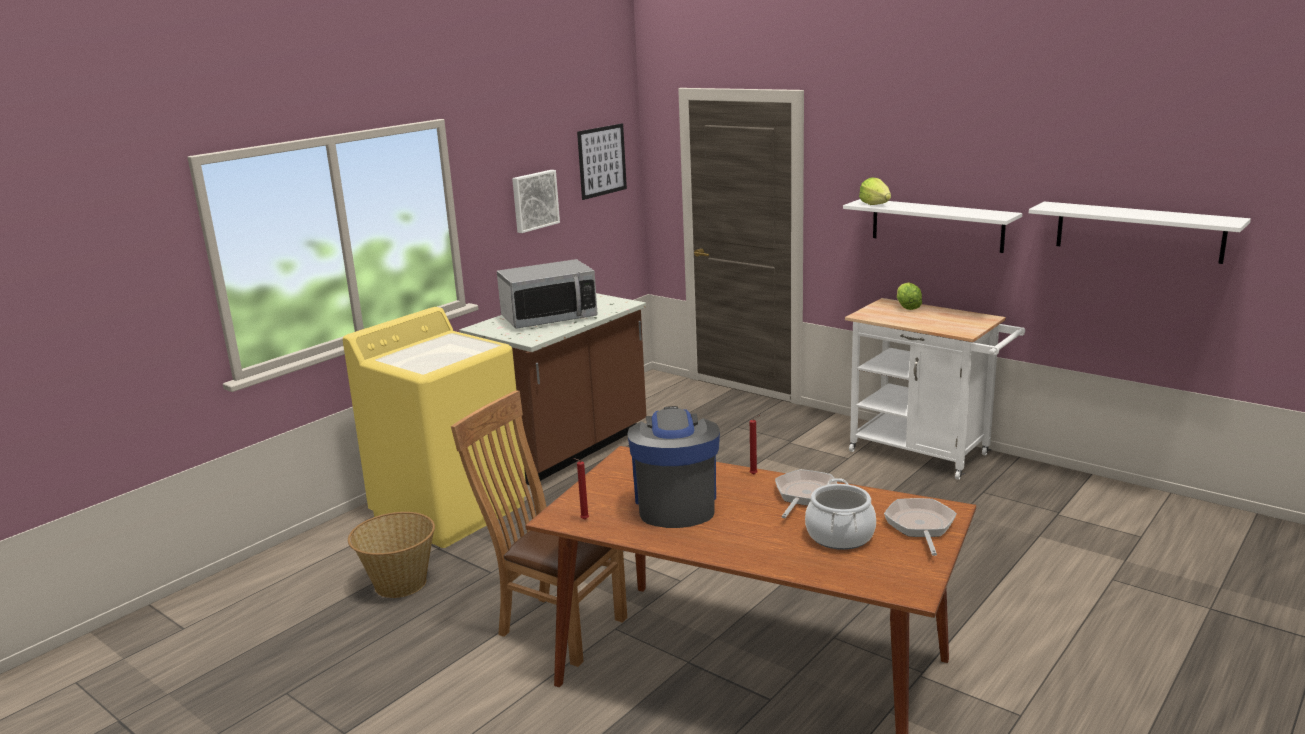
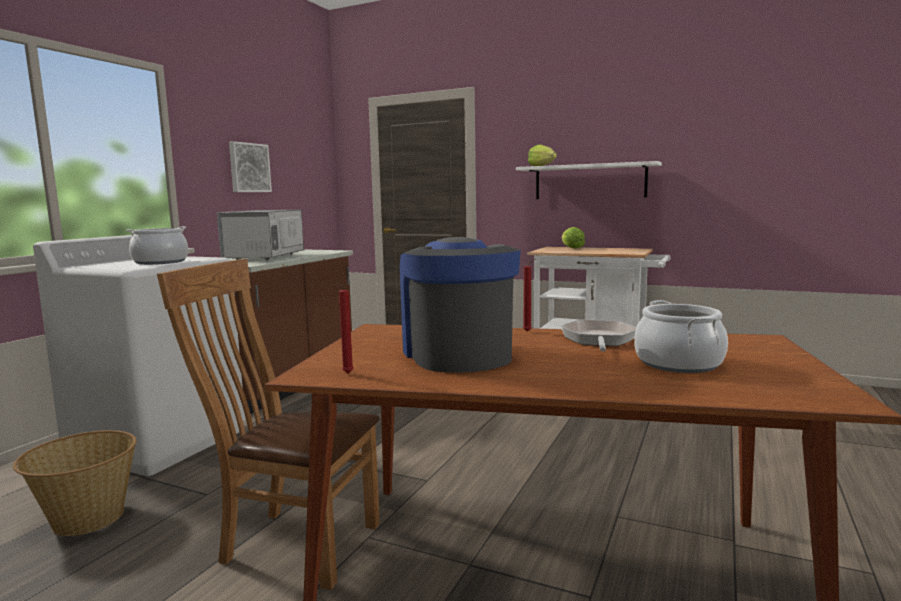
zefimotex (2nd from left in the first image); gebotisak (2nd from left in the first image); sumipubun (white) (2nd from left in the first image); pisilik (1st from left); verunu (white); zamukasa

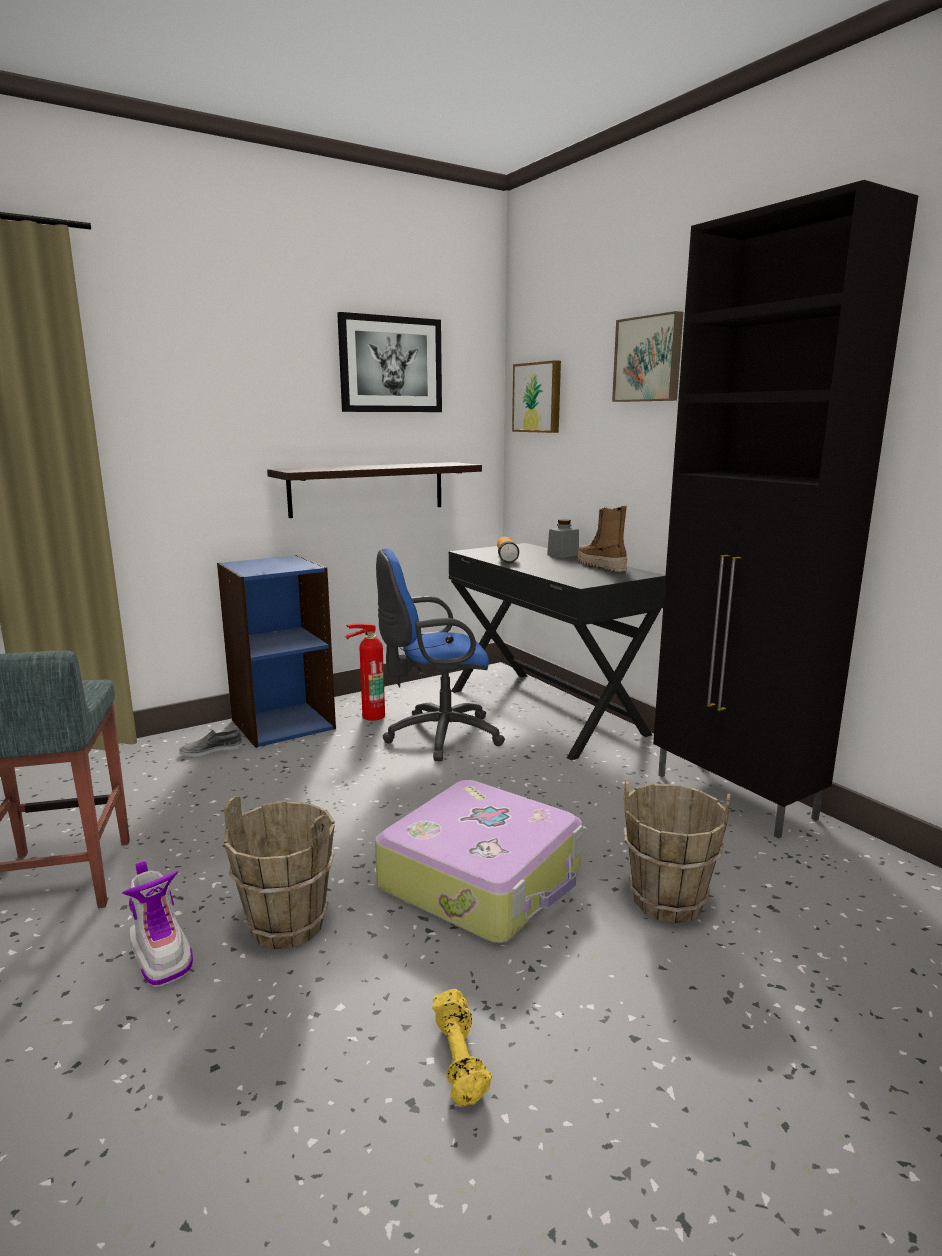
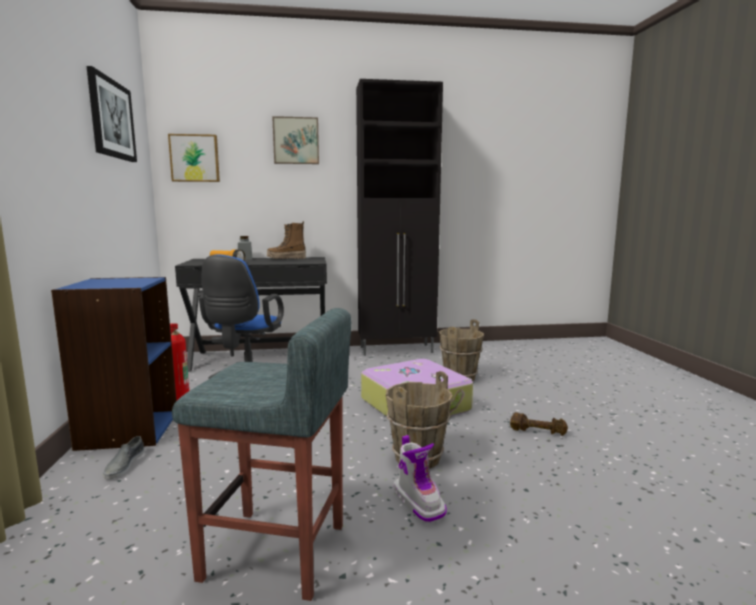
sumipubun; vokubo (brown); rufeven (2nd from left)

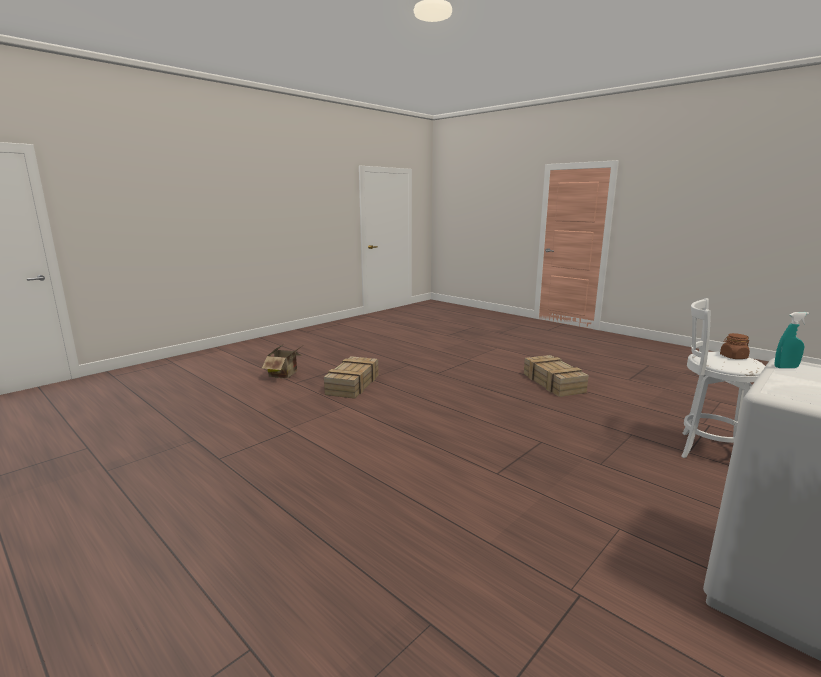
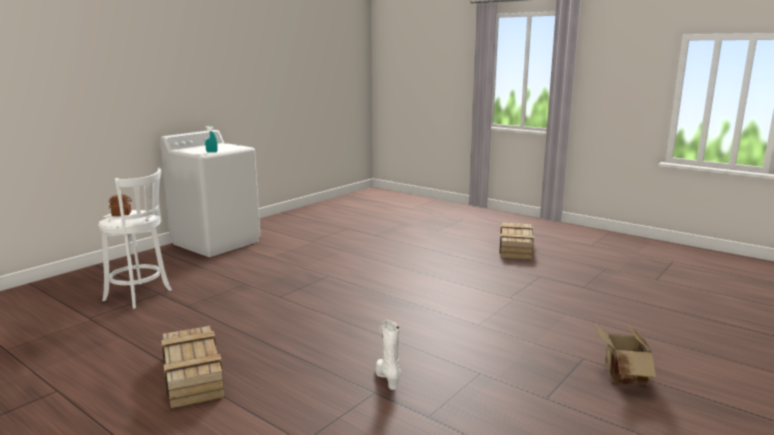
rufeven (white); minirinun (2nd from left)

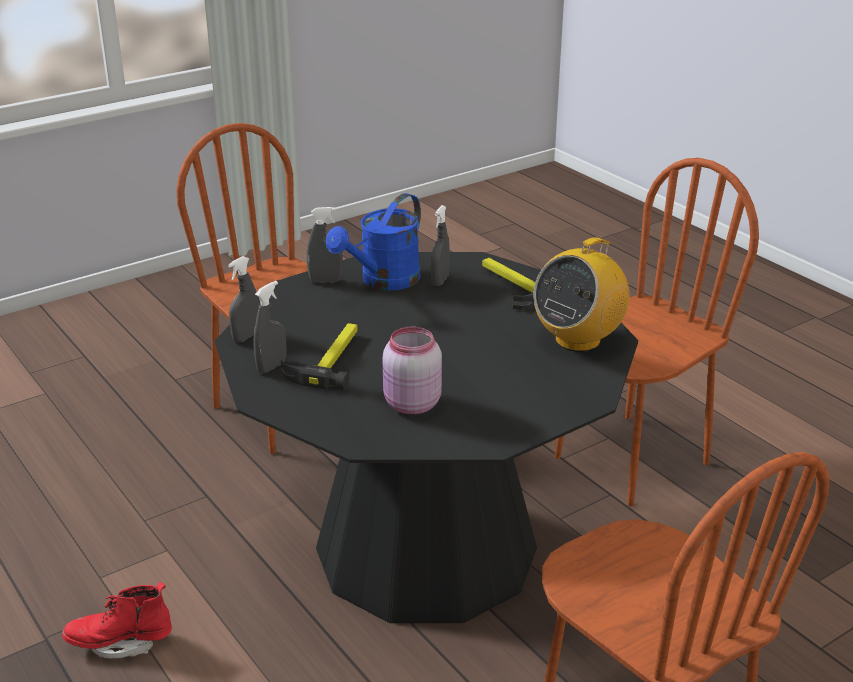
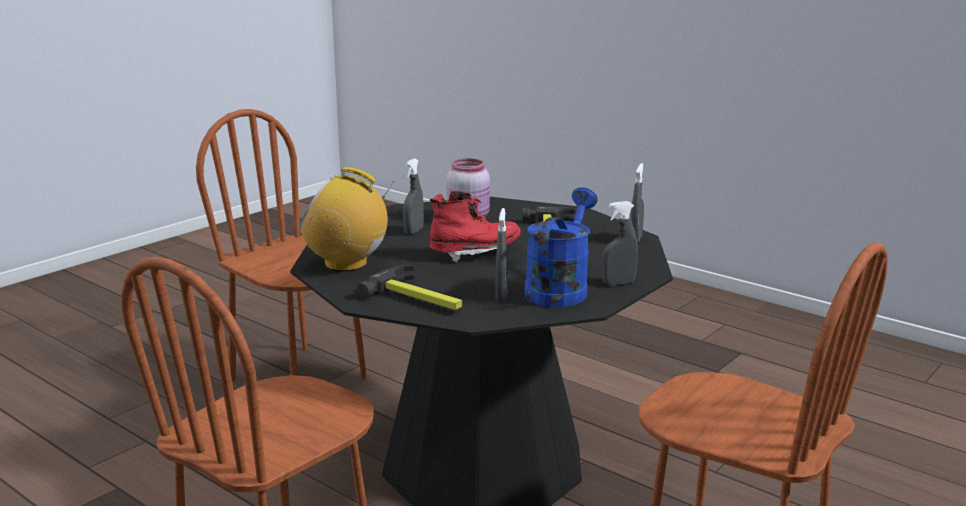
rufeven (red); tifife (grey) (1st from left); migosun

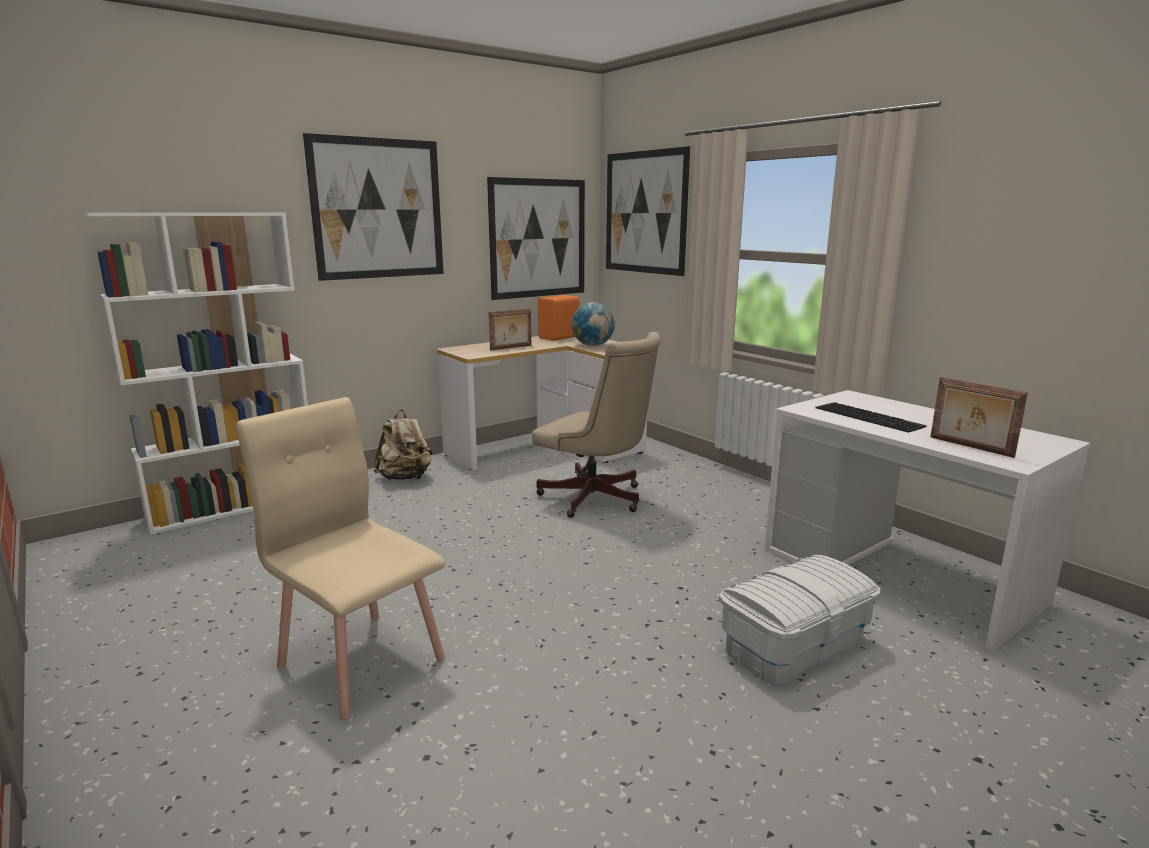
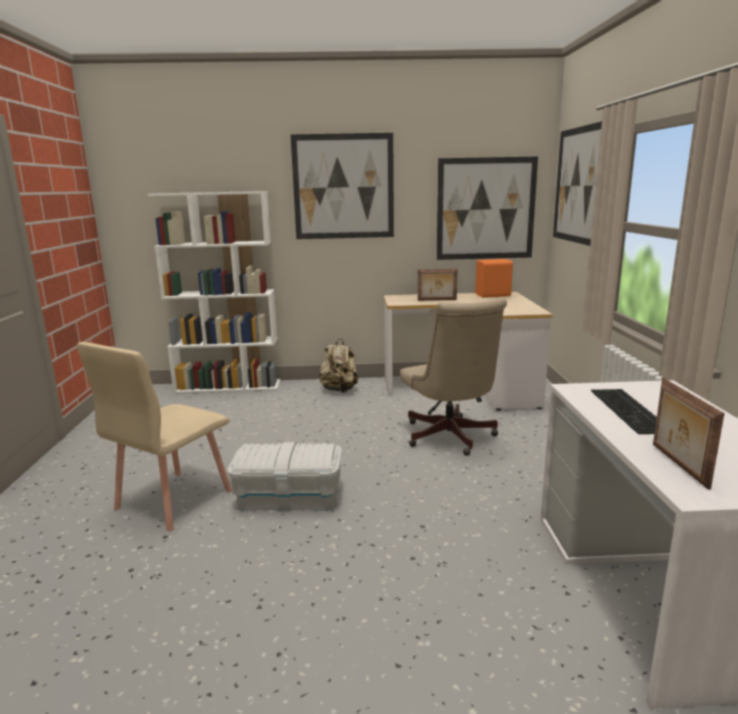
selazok; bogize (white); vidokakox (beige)

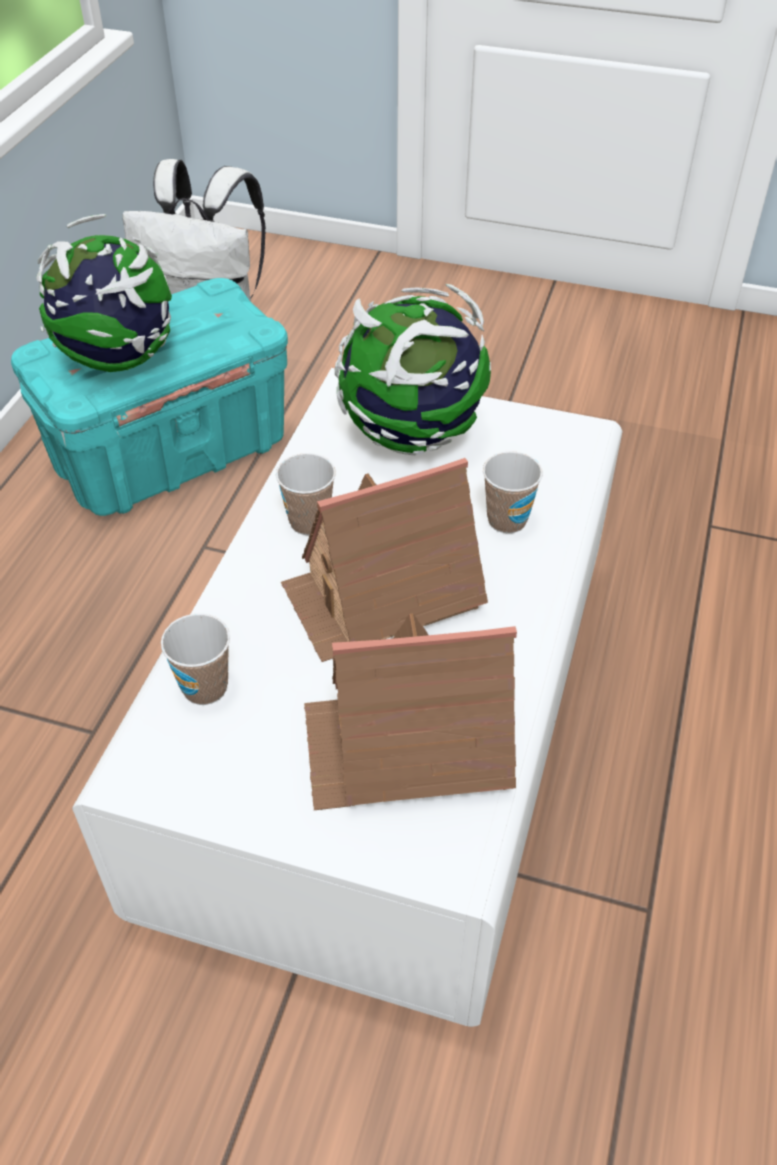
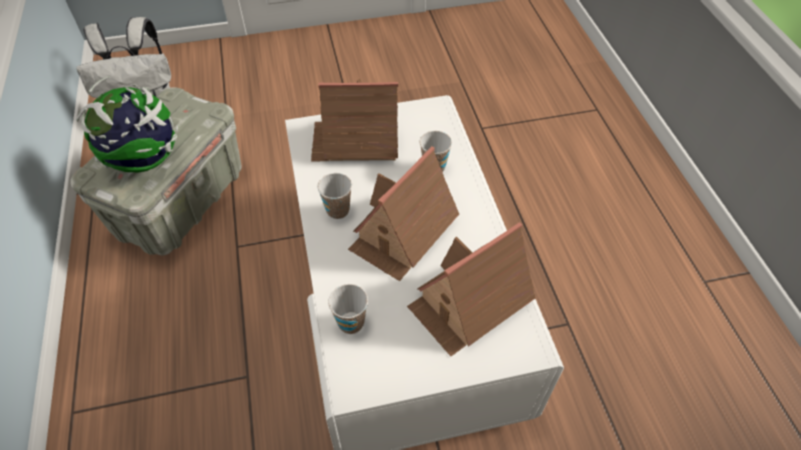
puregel (1st from left); bogize (grey)

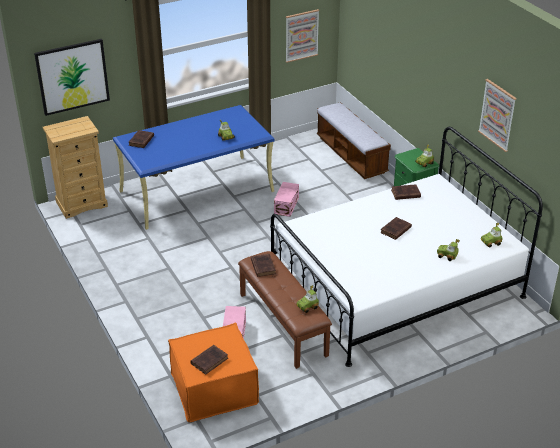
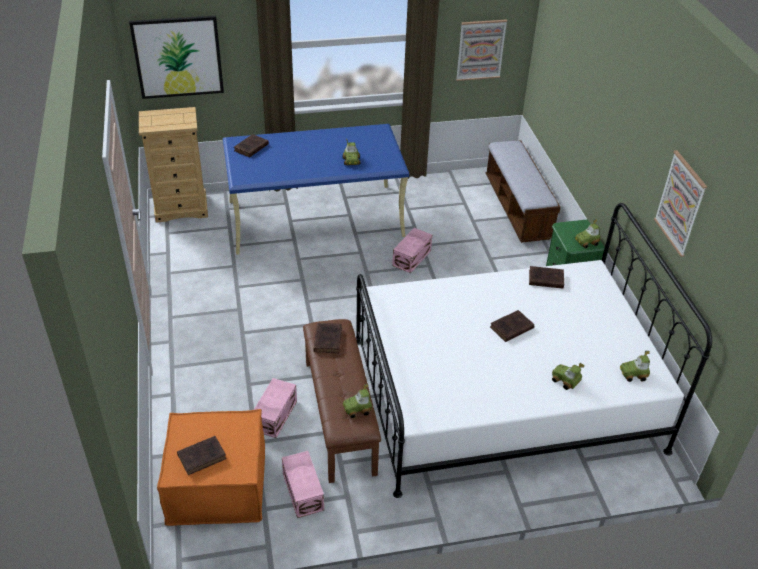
bogize (pink) (2nd from left)

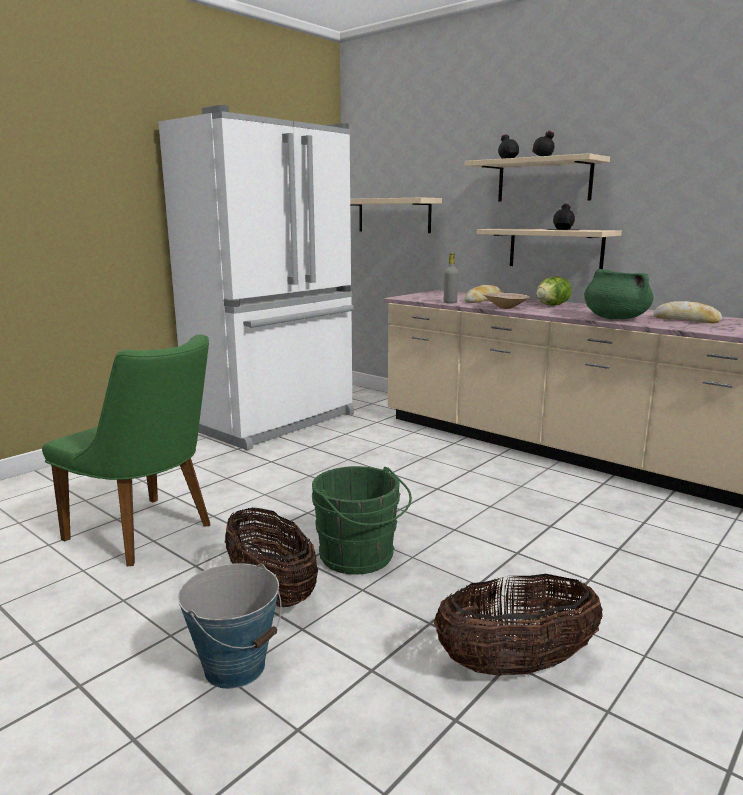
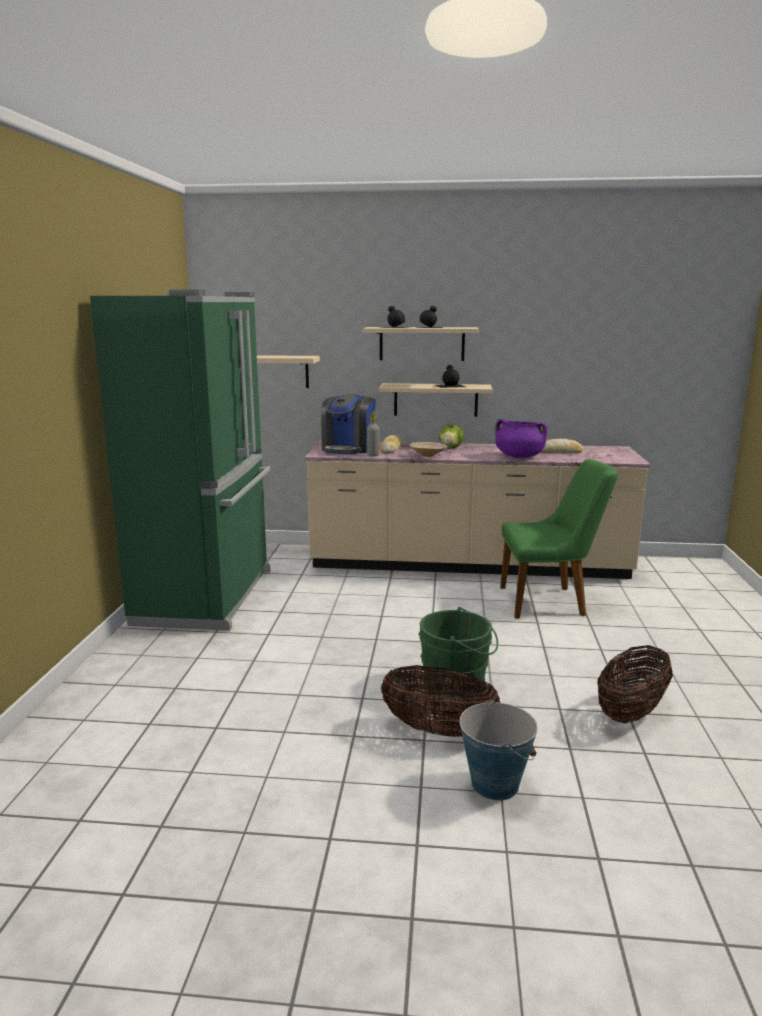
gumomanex; vidokakox (green); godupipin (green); pisilik (purple)

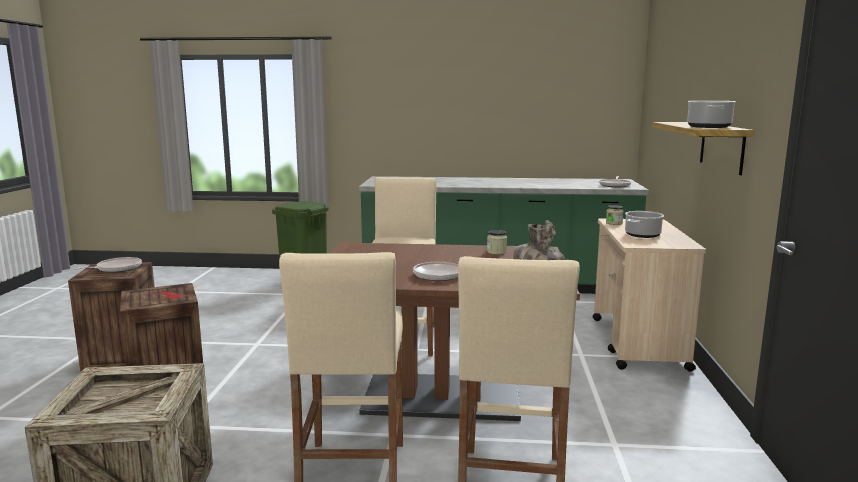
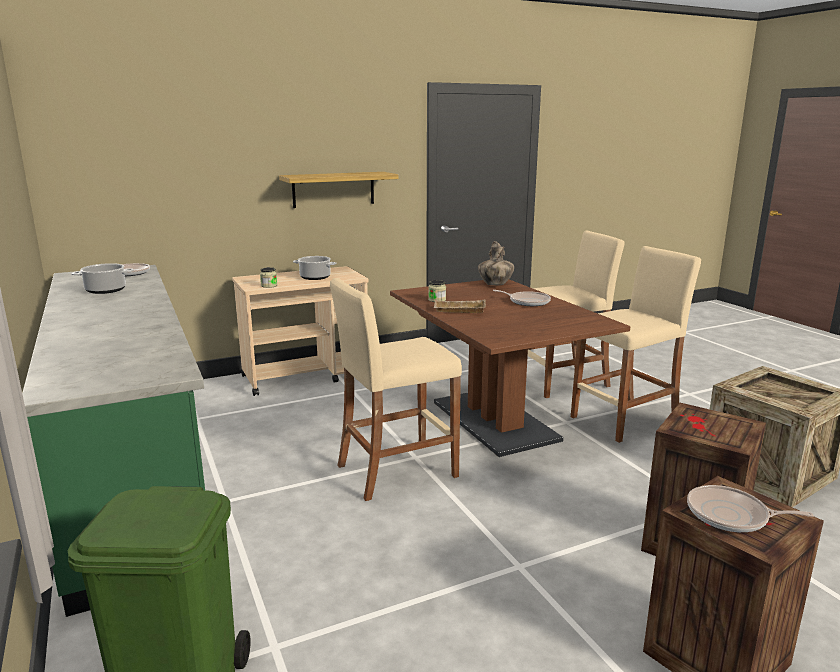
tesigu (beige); pisilik (1st from left)

